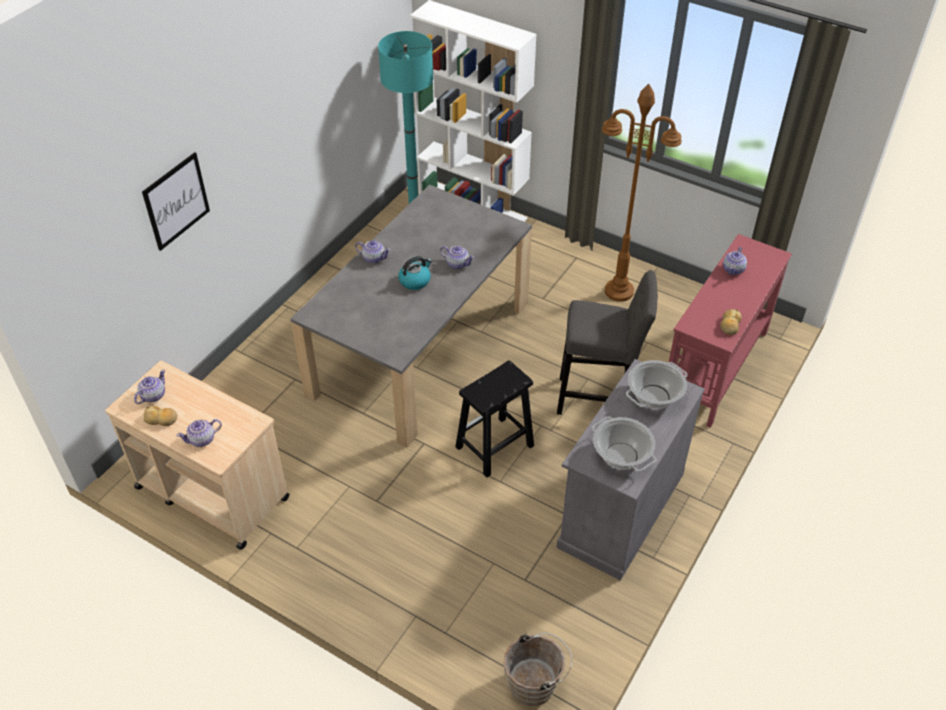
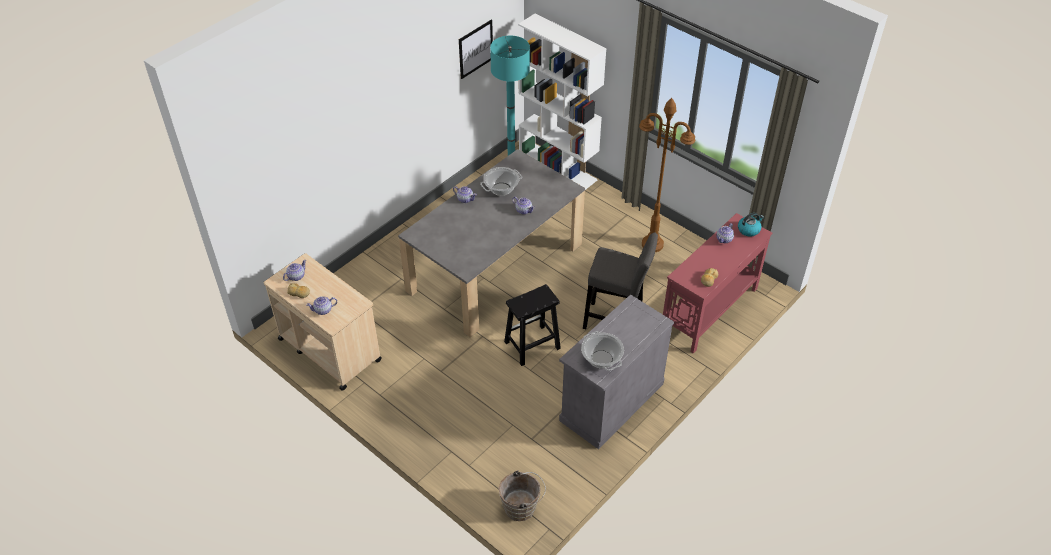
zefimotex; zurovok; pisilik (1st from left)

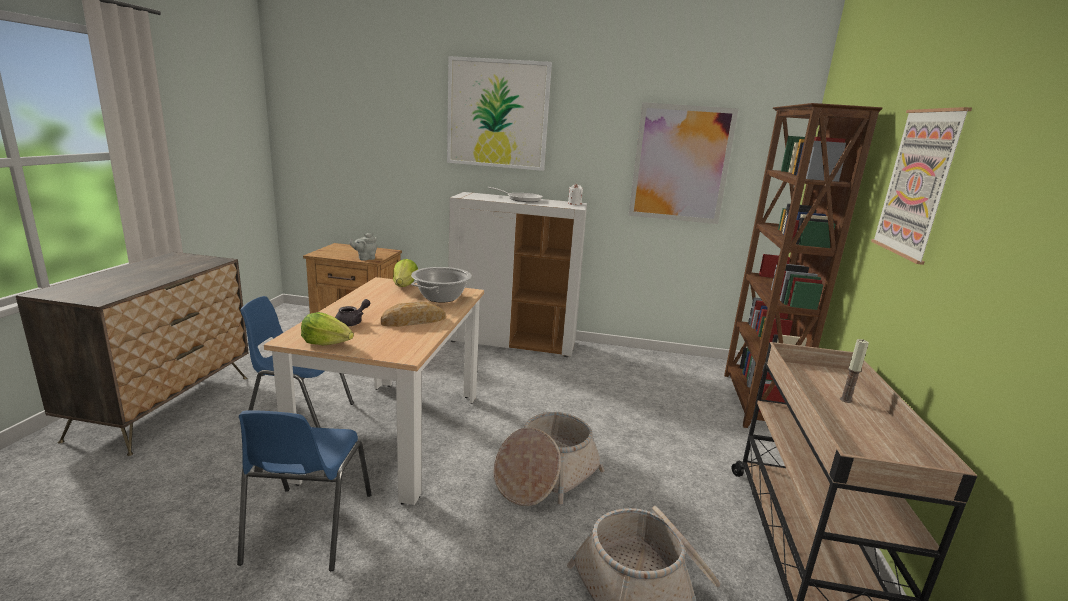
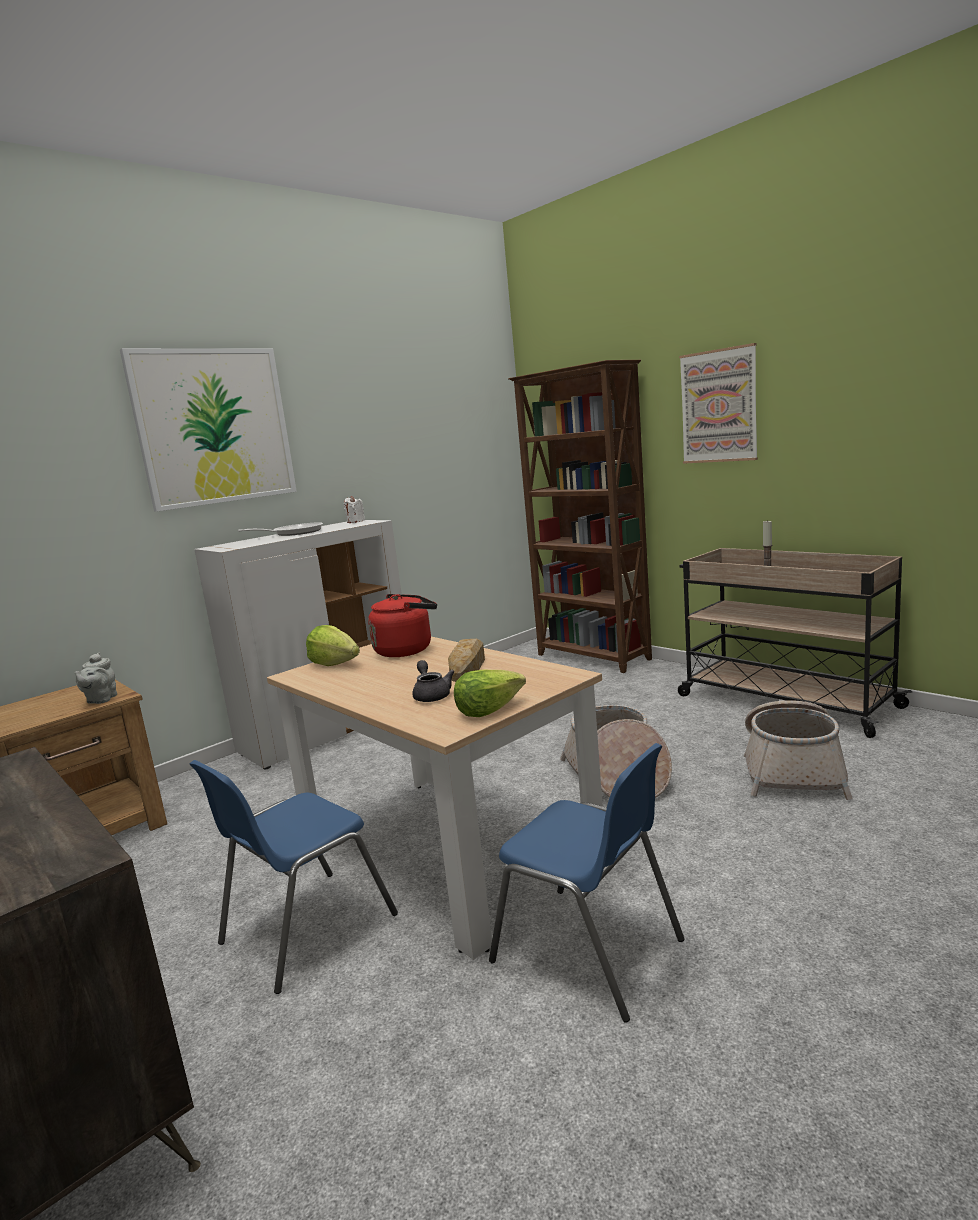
zefimotex (2nd from left in the first image); zurovok (red)

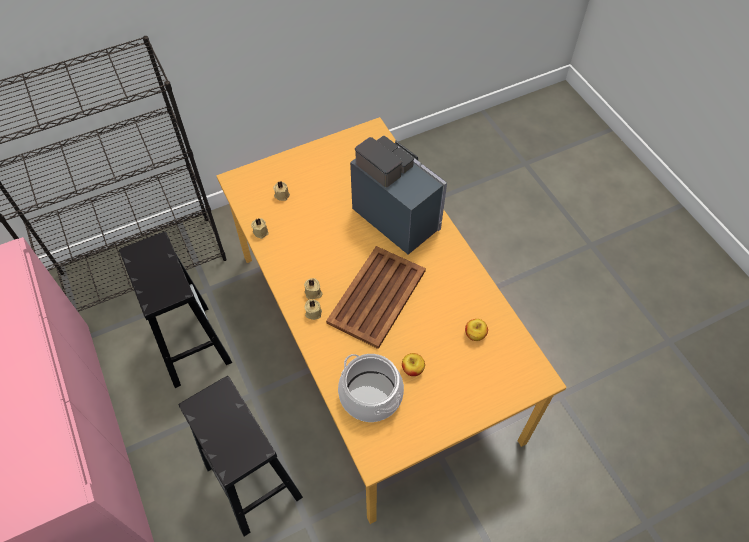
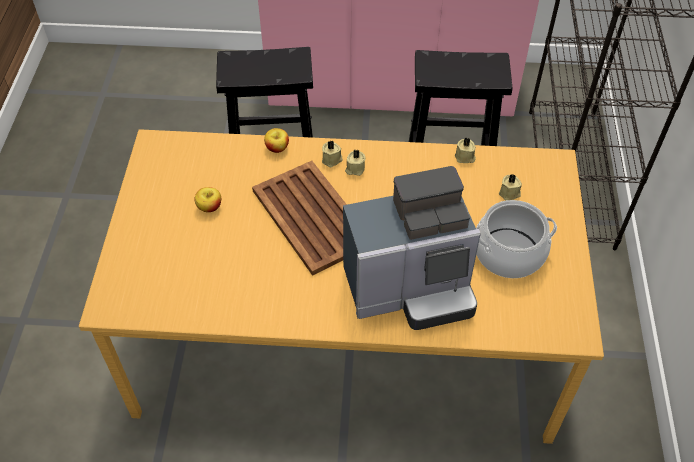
pisilik; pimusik (2nd from left)

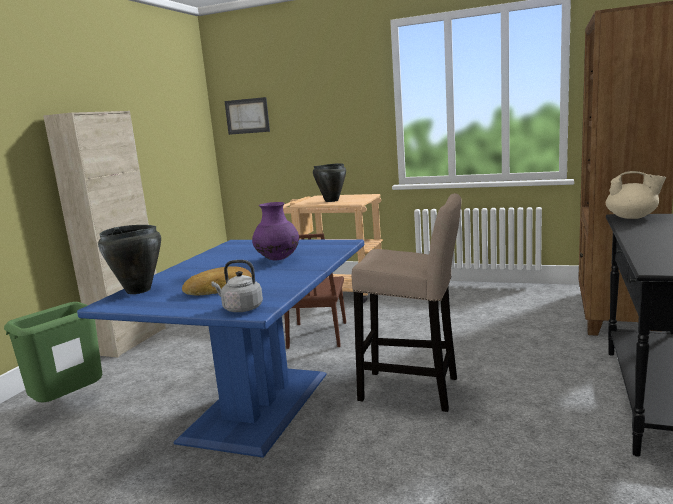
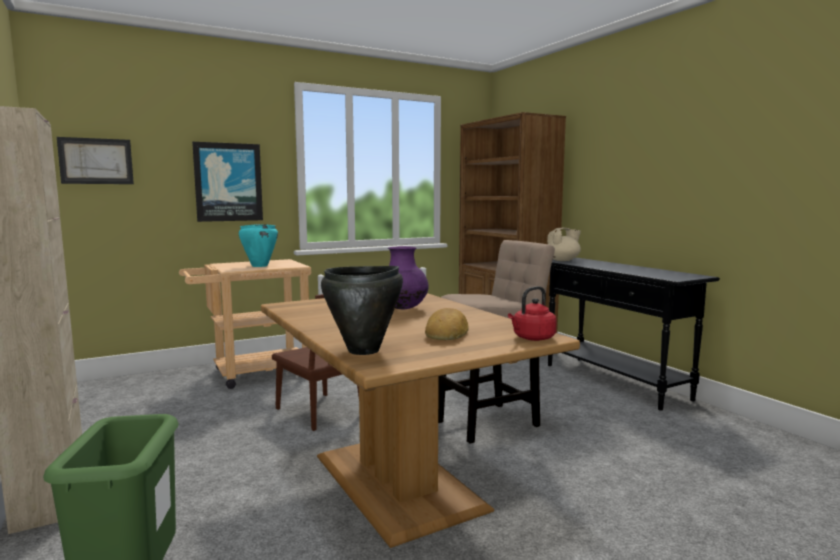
zefimotex (2nd from left); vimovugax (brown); zurovok (red); pisilik (turquoise)

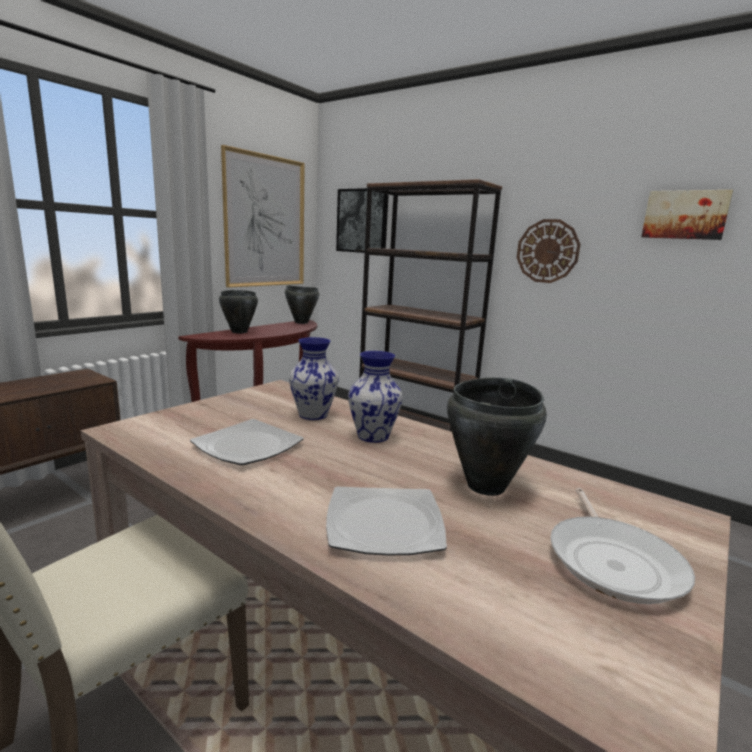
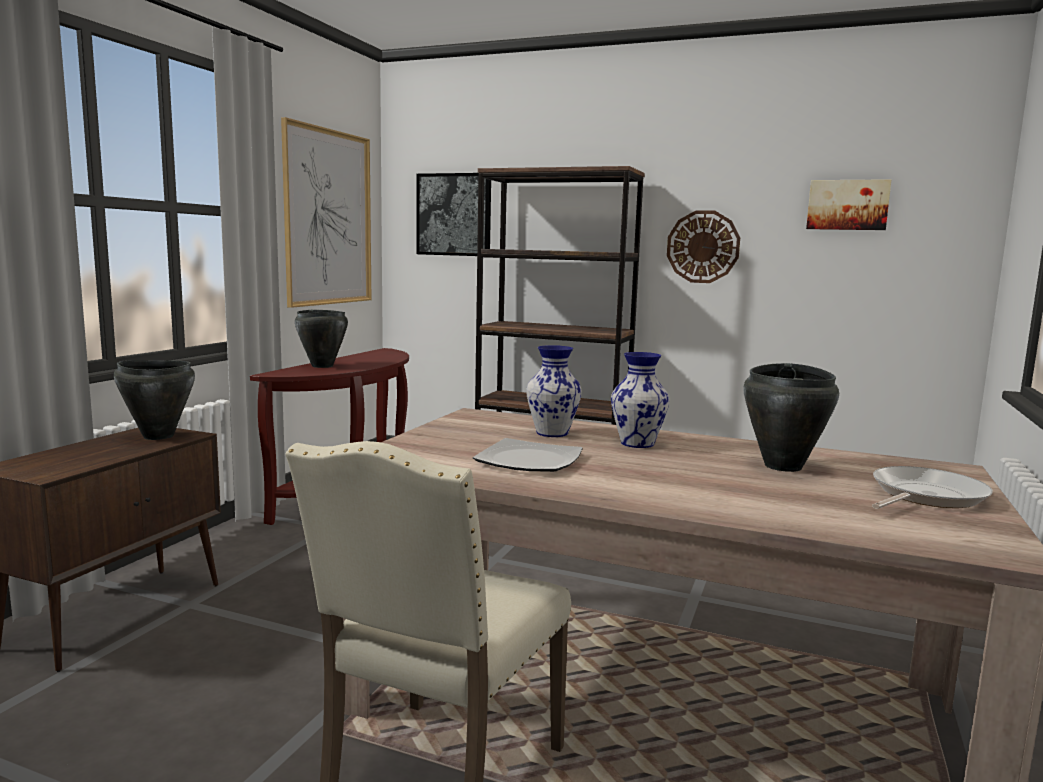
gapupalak (2nd from left in the first image); pisilik (black) (1st from left); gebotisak

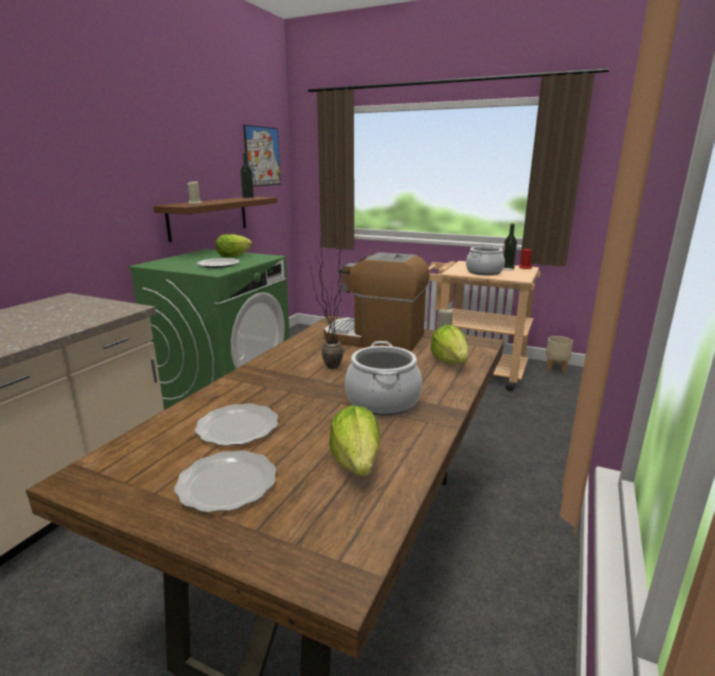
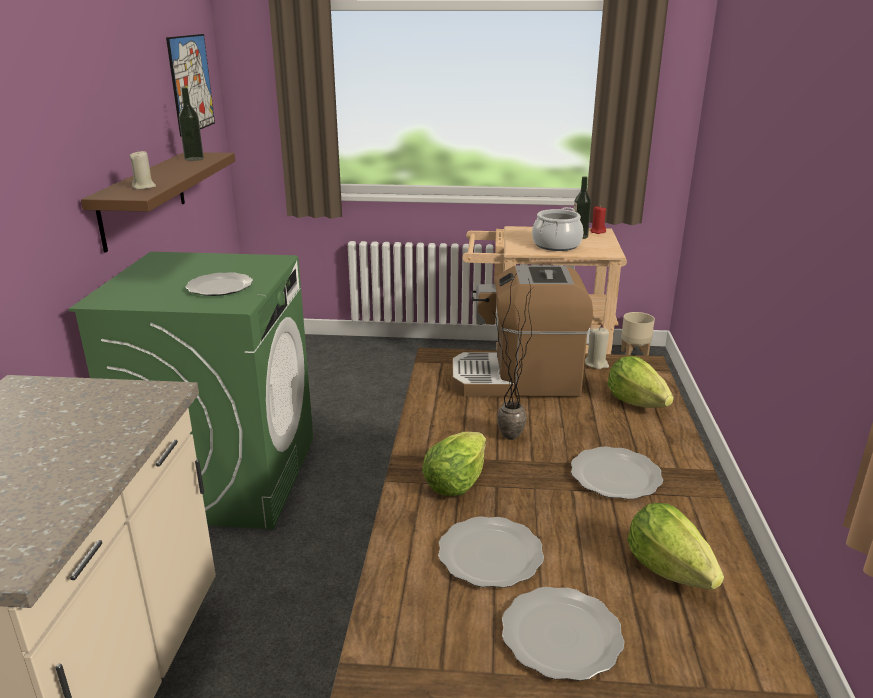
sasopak (1st from left); gapupalak (4th from left)

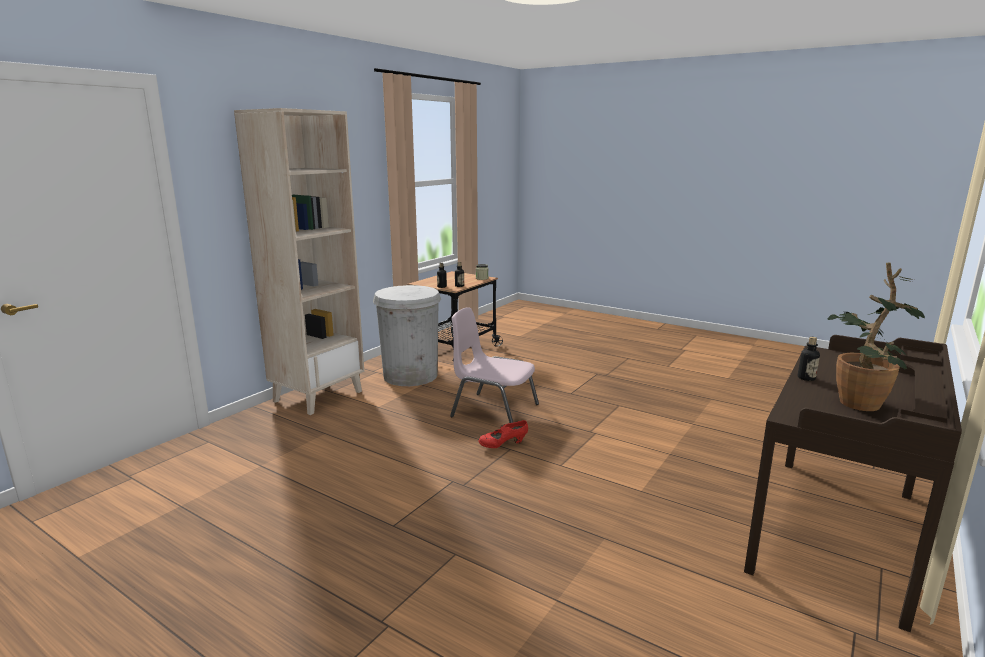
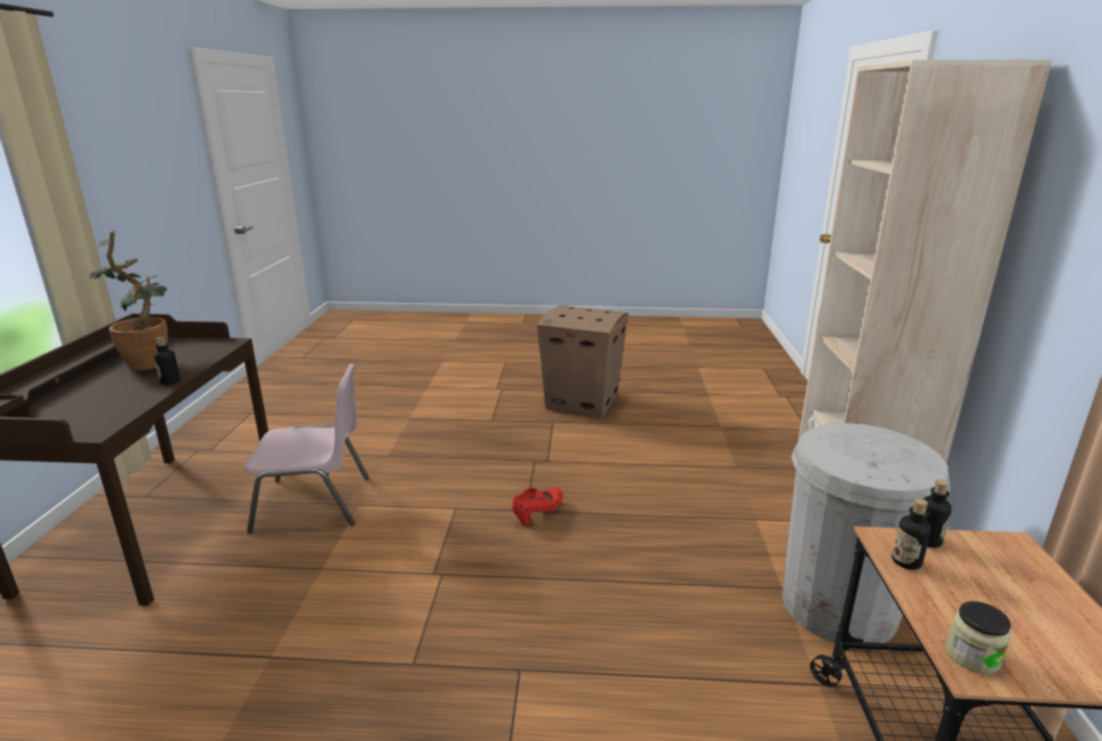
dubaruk; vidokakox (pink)

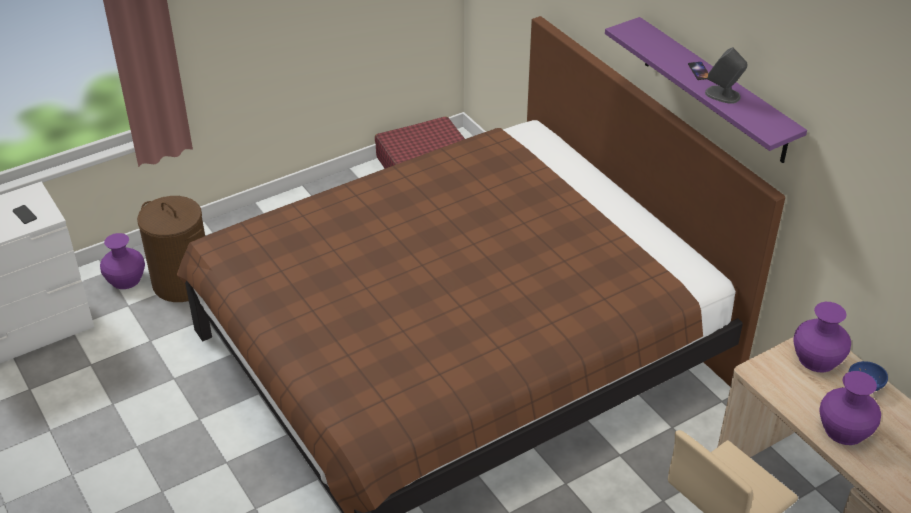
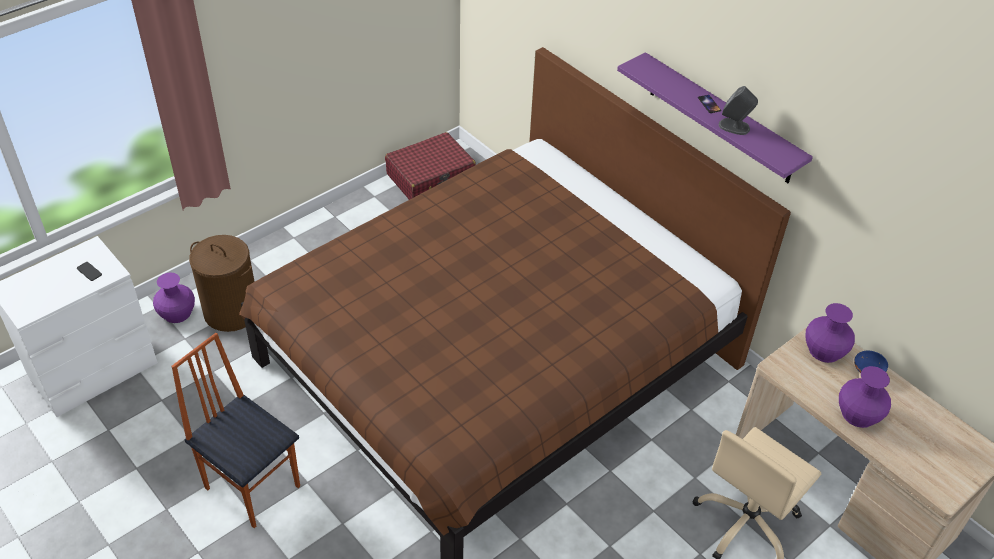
vidokakox

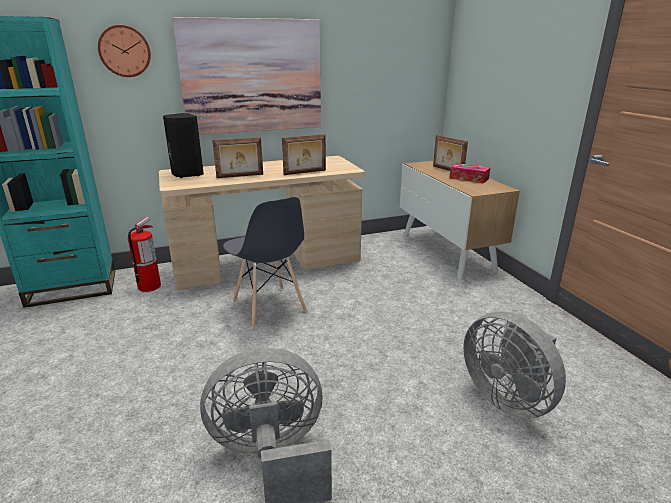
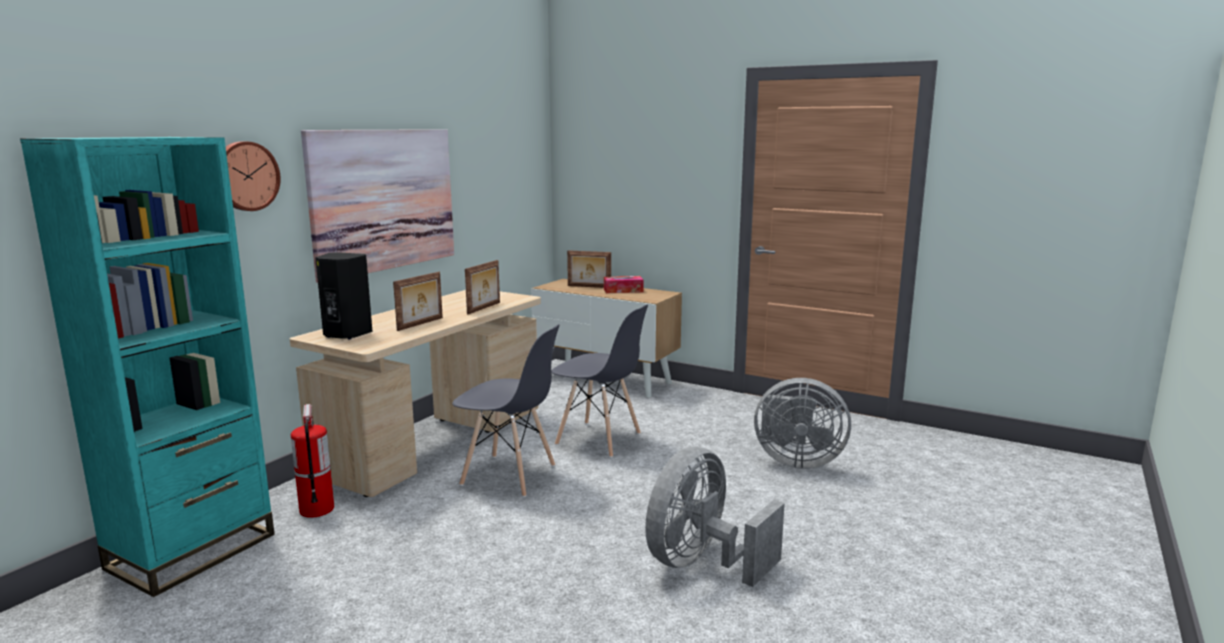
vidokakox (grey) (2nd from left)

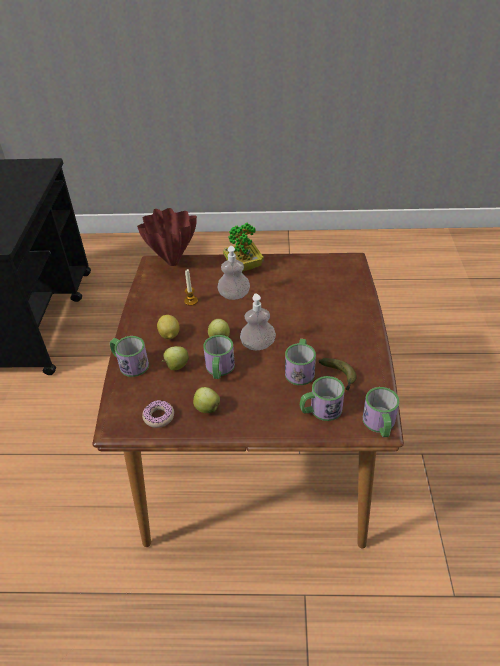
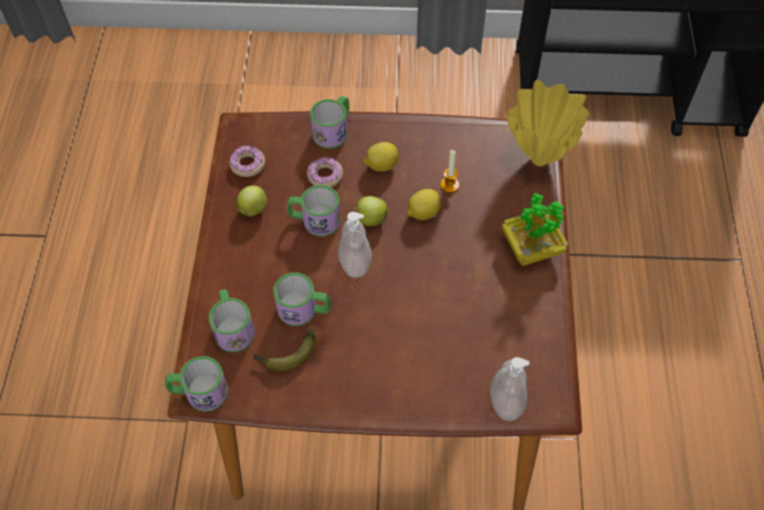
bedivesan (2nd from left); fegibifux (2nd from left); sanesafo (2nd from left); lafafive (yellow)

